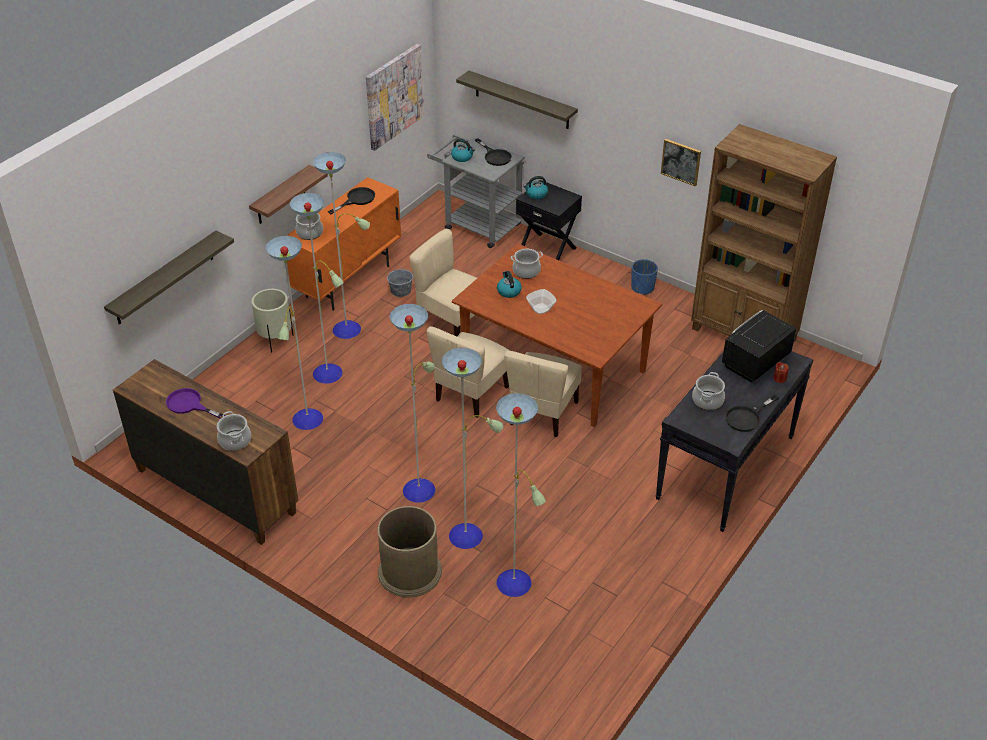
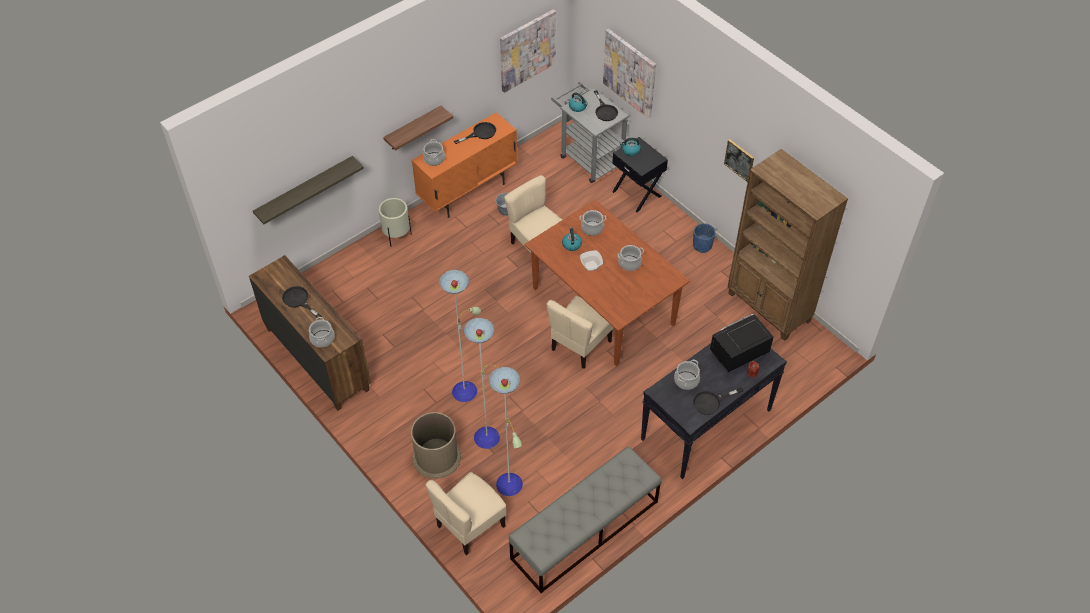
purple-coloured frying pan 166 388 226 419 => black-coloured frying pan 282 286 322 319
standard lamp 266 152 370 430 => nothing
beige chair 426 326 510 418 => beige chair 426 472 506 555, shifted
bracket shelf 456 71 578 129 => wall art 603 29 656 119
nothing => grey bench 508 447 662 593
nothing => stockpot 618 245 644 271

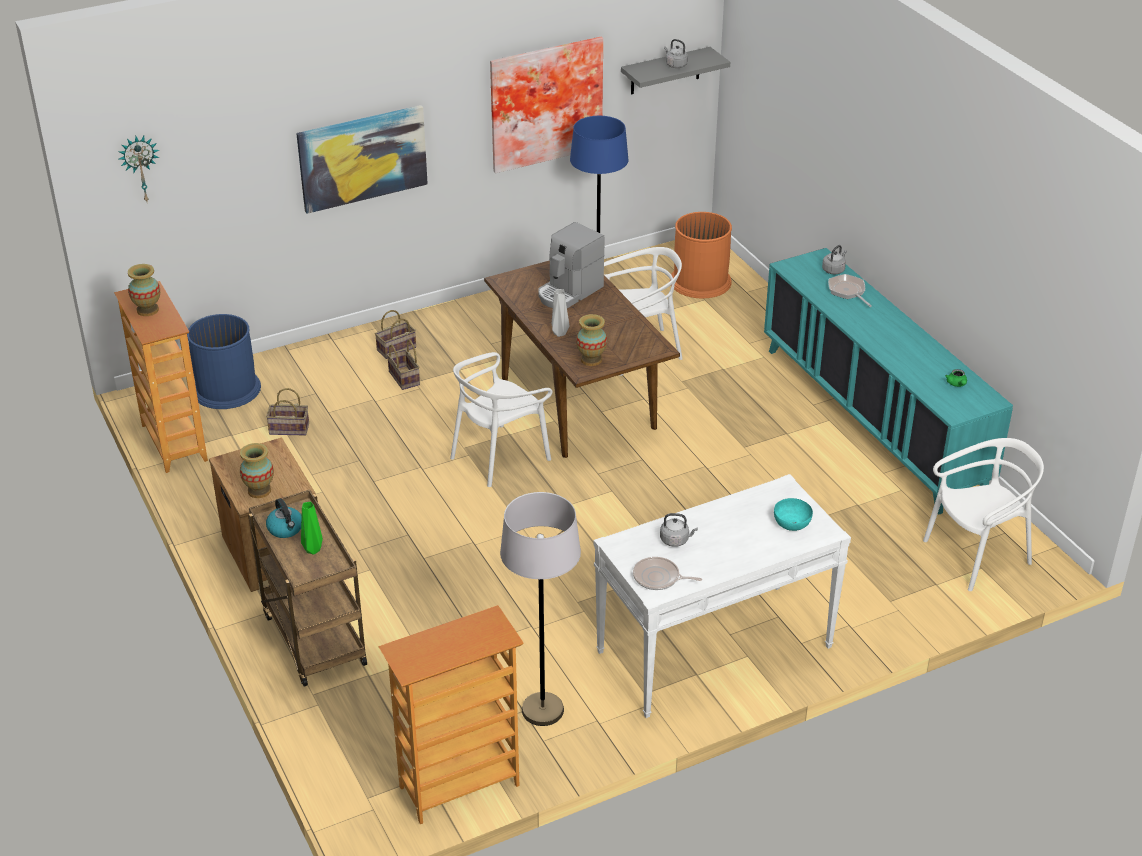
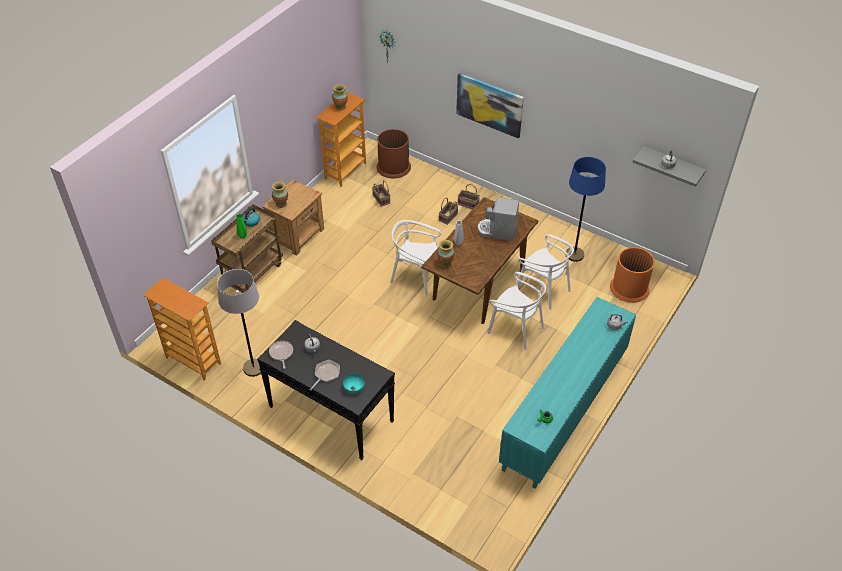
blue-coloured waste bin 187 314 261 409 => brownish waste bin 377 129 411 178
wall art 490 37 603 173 => nothing
whitish hall table 593 474 851 718 => black-coloured hall table 257 320 395 460
frying pan 828 274 872 307 => frying pan 309 360 340 391, shifted
whitish chair 923 438 1044 591 => whitish chair 487 272 546 350, shifted

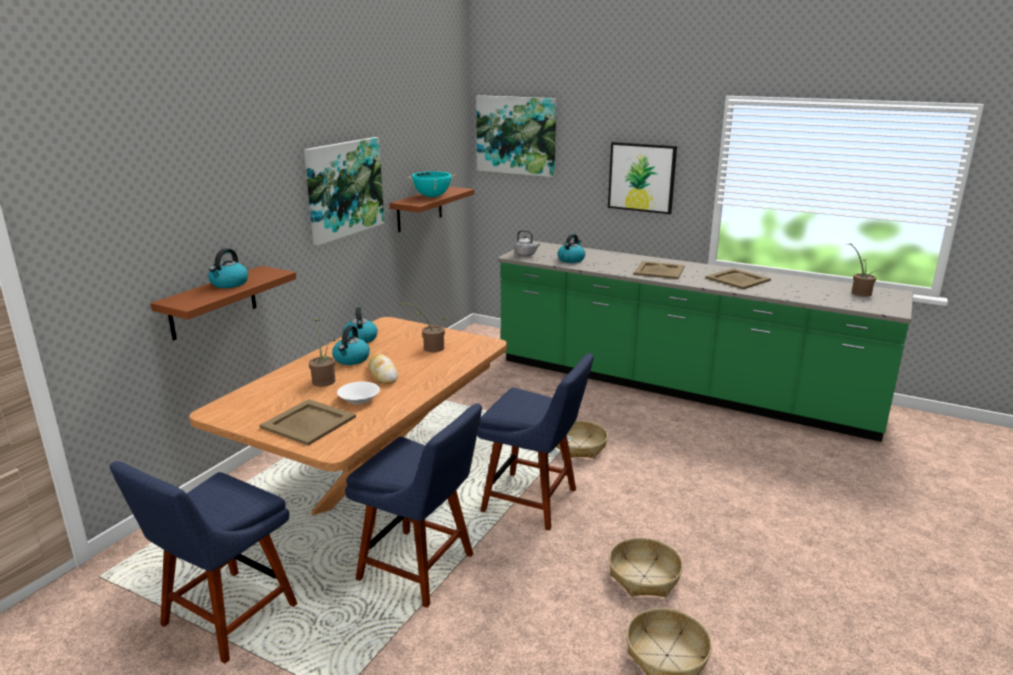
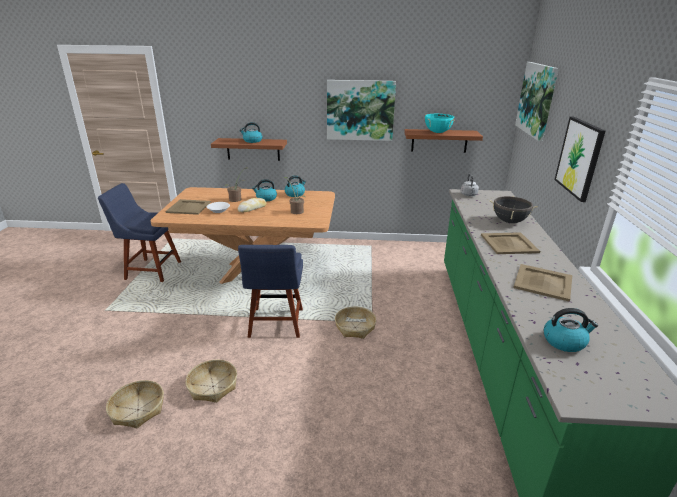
blue-coloured chair 345 403 482 608 => nothing
kettle 558 234 585 263 => kettle 544 308 598 352, shifted
potted plant 849 244 883 297 => nothing
nothing => black-coloured stockpot 489 196 538 223

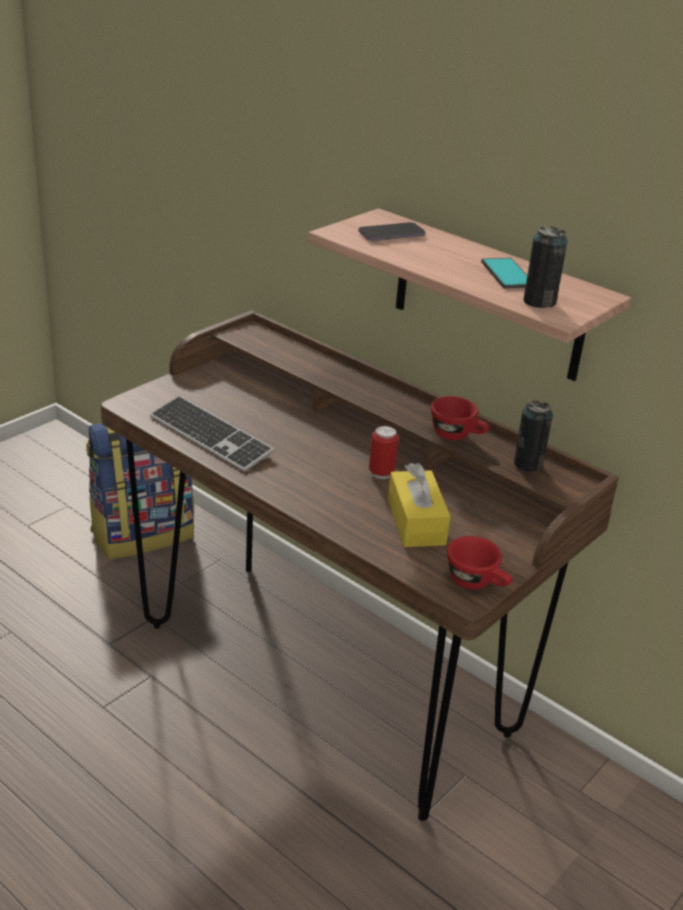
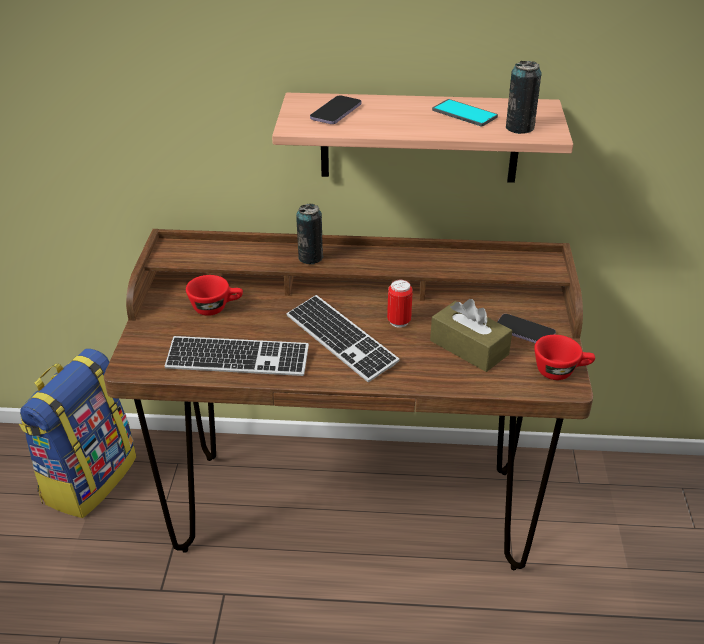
yellow tissue box 388 463 451 547 => brownish tissue box 430 299 512 372
reddish small cup 431 396 490 440 => reddish small cup 186 275 243 316, shifted
metal can 514 400 553 472 => metal can 296 204 323 264, shifted
nothing => keyboard 286 295 400 382
nothing => phone 497 314 556 343

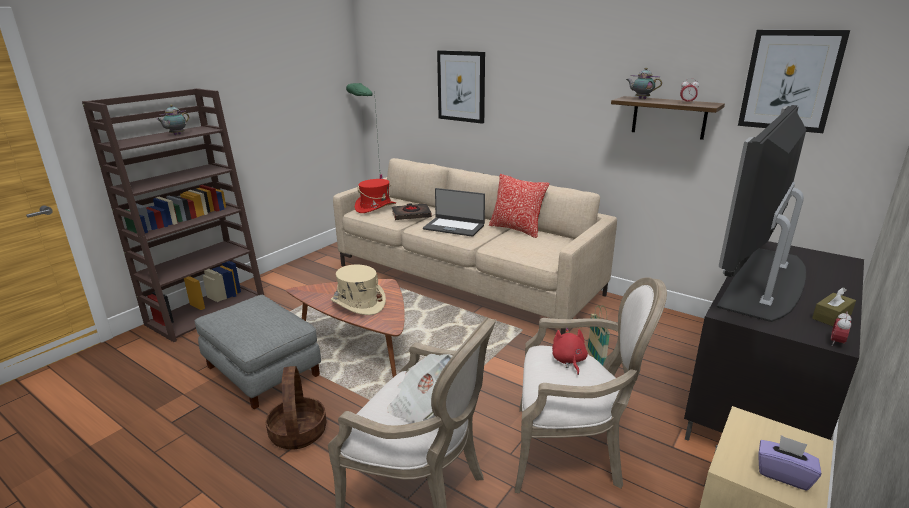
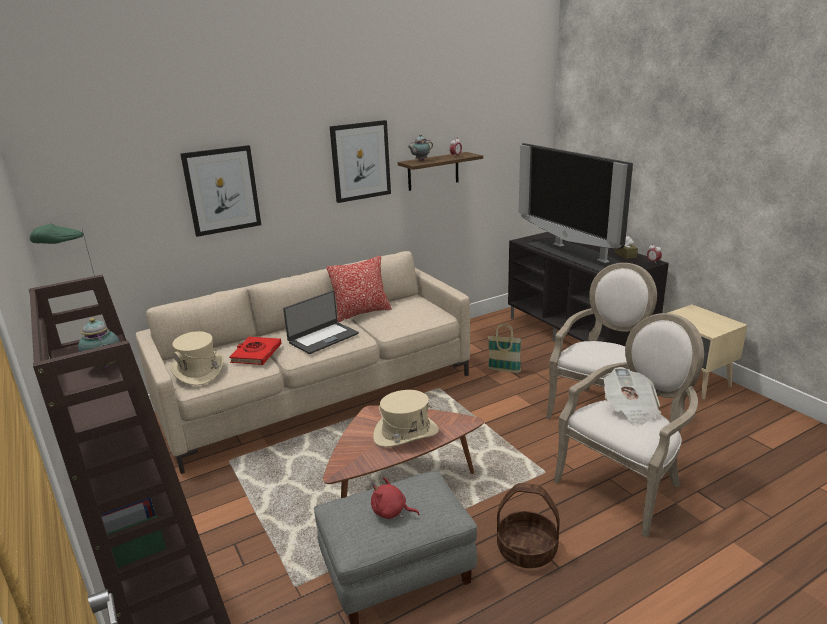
reddish wearable hat 355 179 396 213 => beige wearable hat 169 331 224 385
black-coloured volume 392 203 432 220 => reddish volume 229 337 282 365
reddish soft toy 552 327 588 375 => reddish soft toy 371 477 420 519, shifted
wall art 738 30 850 133 => wall art 330 120 391 203, shifted
purple-coloured tissue box 758 435 821 490 => nothing

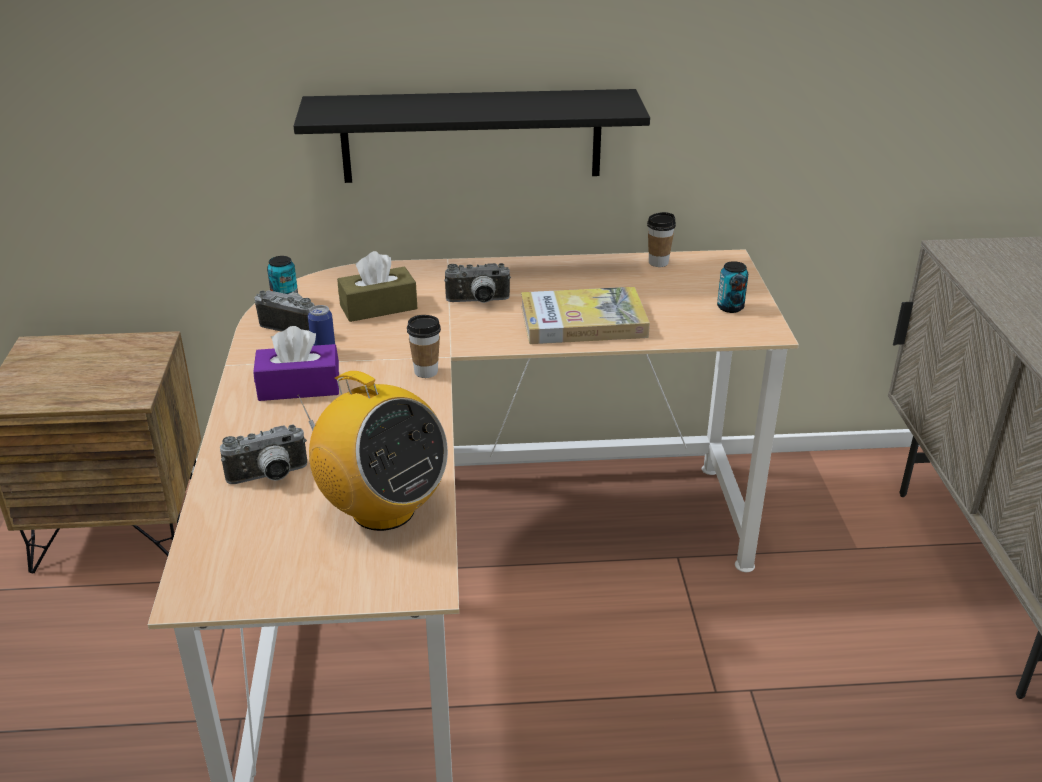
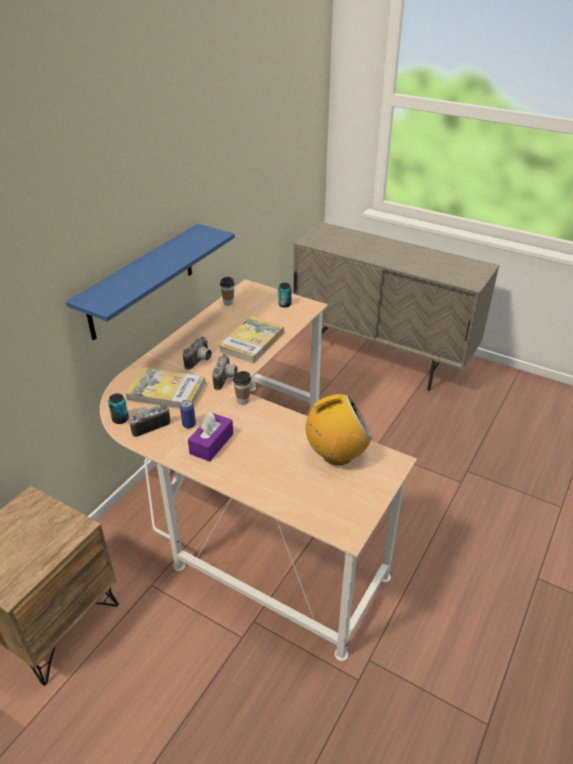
still camera 220 424 307 484 => still camera 212 354 237 390, shifted
black-coloured bracket shelf 294 89 650 183 => blue-coloured bracket shelf 66 224 235 340
brownish tissue box 337 251 417 322 => volume 125 368 206 409

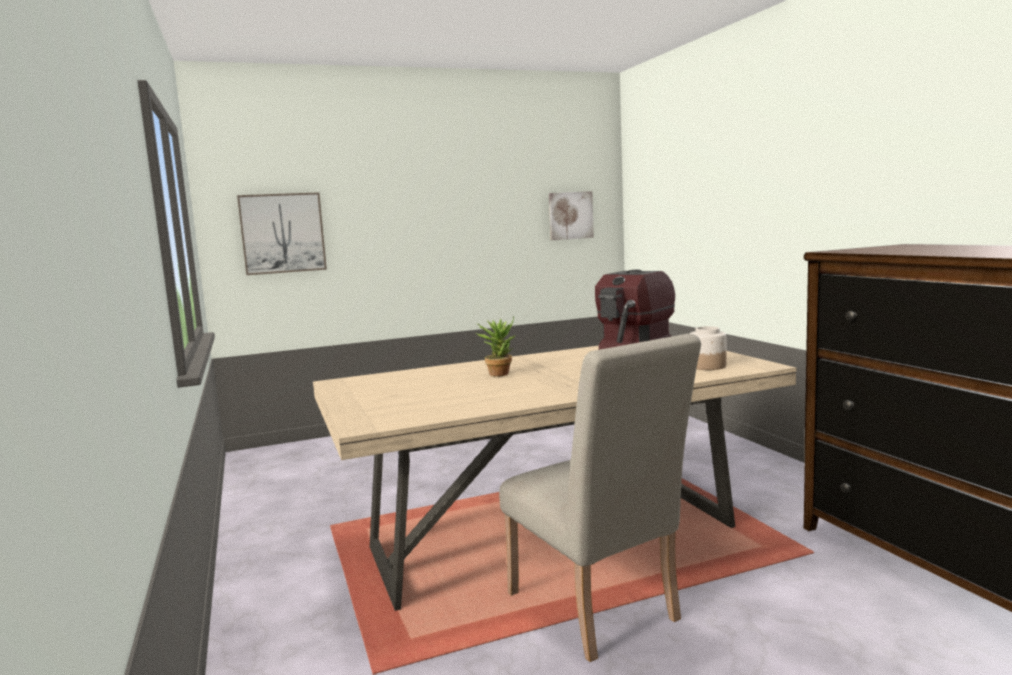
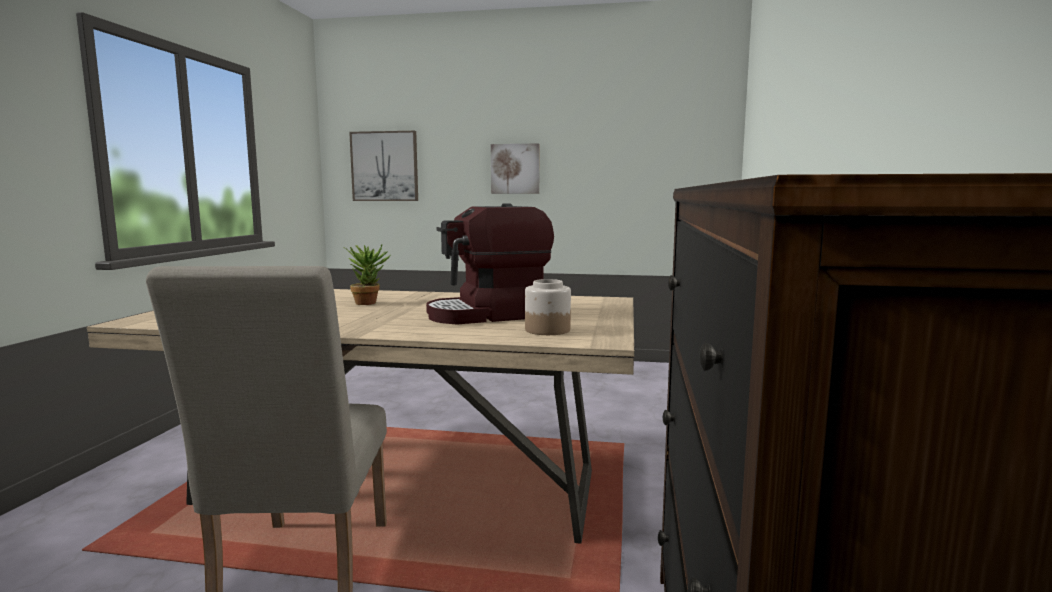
wall art 549 191 594 240 => wall art 491 143 540 194, shifted

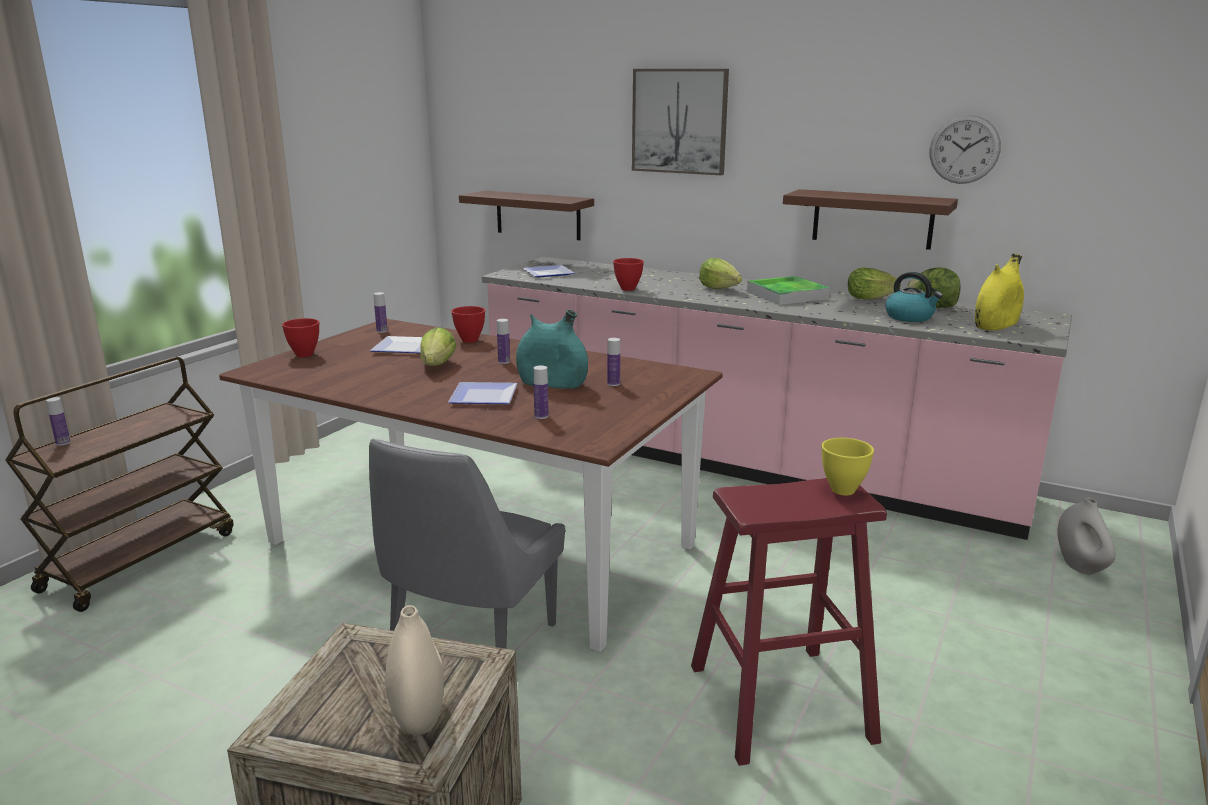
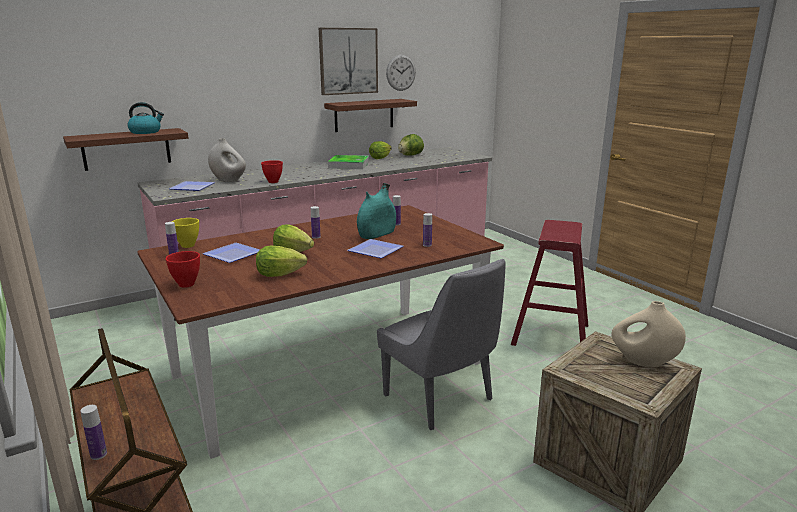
reddish bowl 451 306 485 343 => nothing
wall art 632 69 729 175 => wall art 319 28 378 95, shifted
lettuce head 699 258 742 289 => lettuce head 256 246 307 277, shifted
yellow bowl 822 438 874 495 => yellow bowl 172 218 199 248, shifted
kettle 885 272 943 322 => kettle 127 102 164 134, shifted
yellow vase 975 254 1024 331 => nothing
whitish vase 1057 497 1116 575 => whitish vase 208 138 246 182, shifted

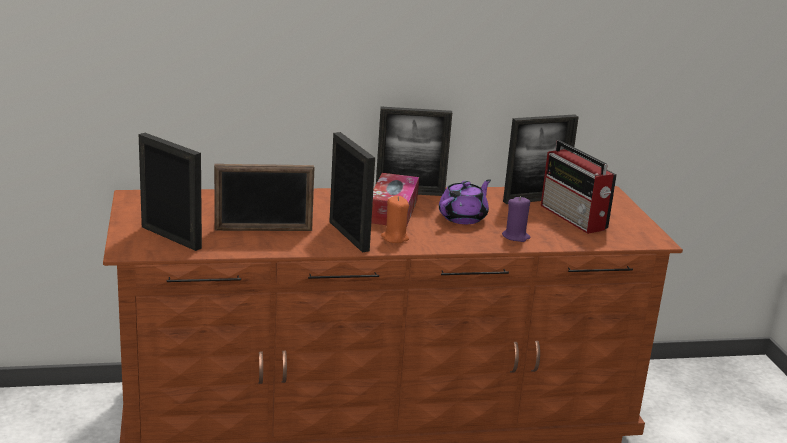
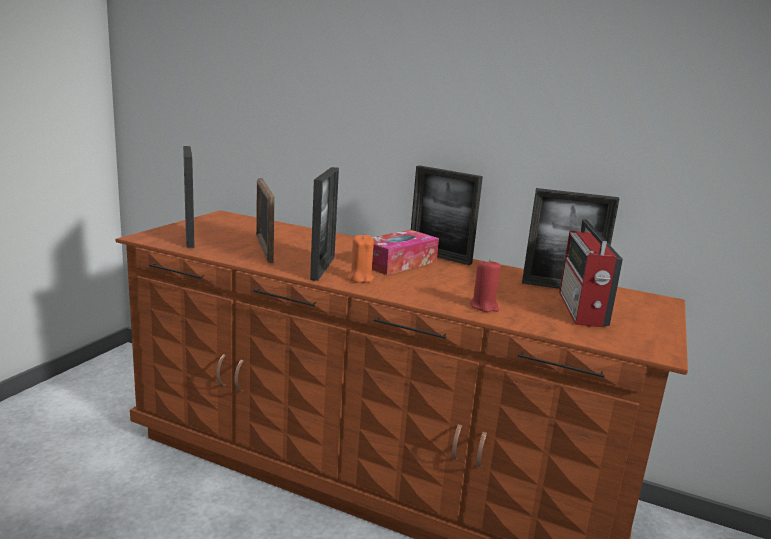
standing frame 214 164 315 231 => standing frame 256 178 275 263, 45 degrees clockwise
purple-coloured teapot 439 179 491 224 => nothing
purple-coloured candle 502 196 531 242 => reddish candle 470 259 501 312

